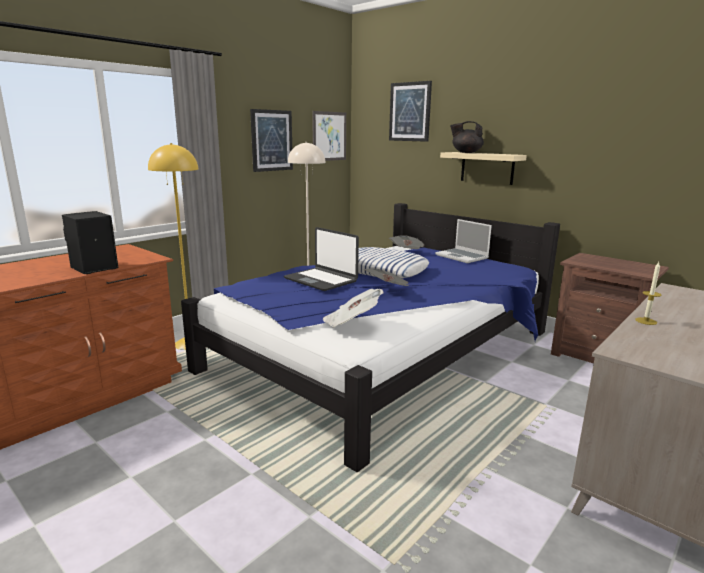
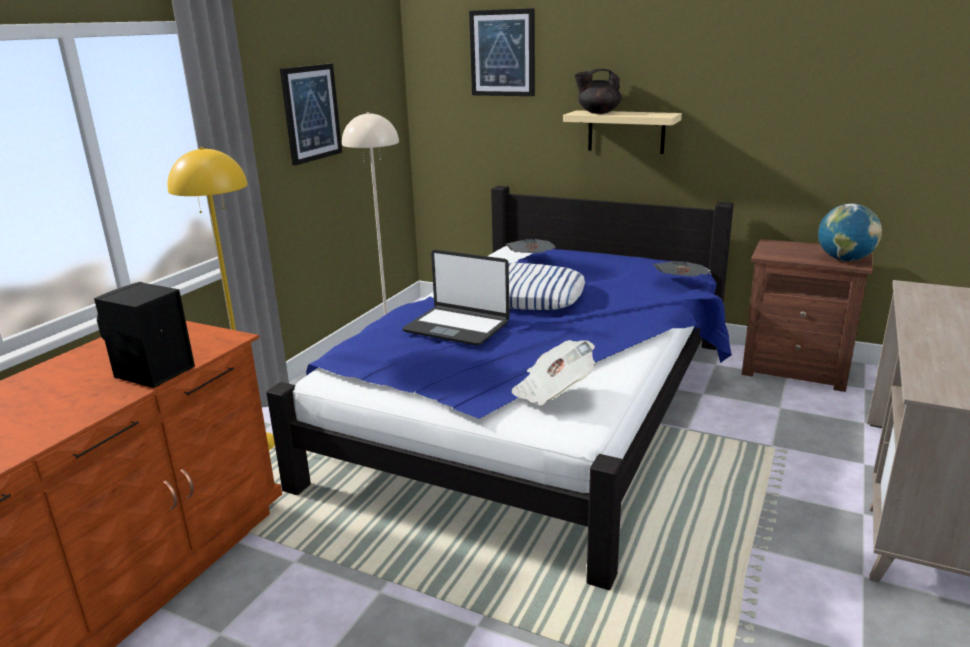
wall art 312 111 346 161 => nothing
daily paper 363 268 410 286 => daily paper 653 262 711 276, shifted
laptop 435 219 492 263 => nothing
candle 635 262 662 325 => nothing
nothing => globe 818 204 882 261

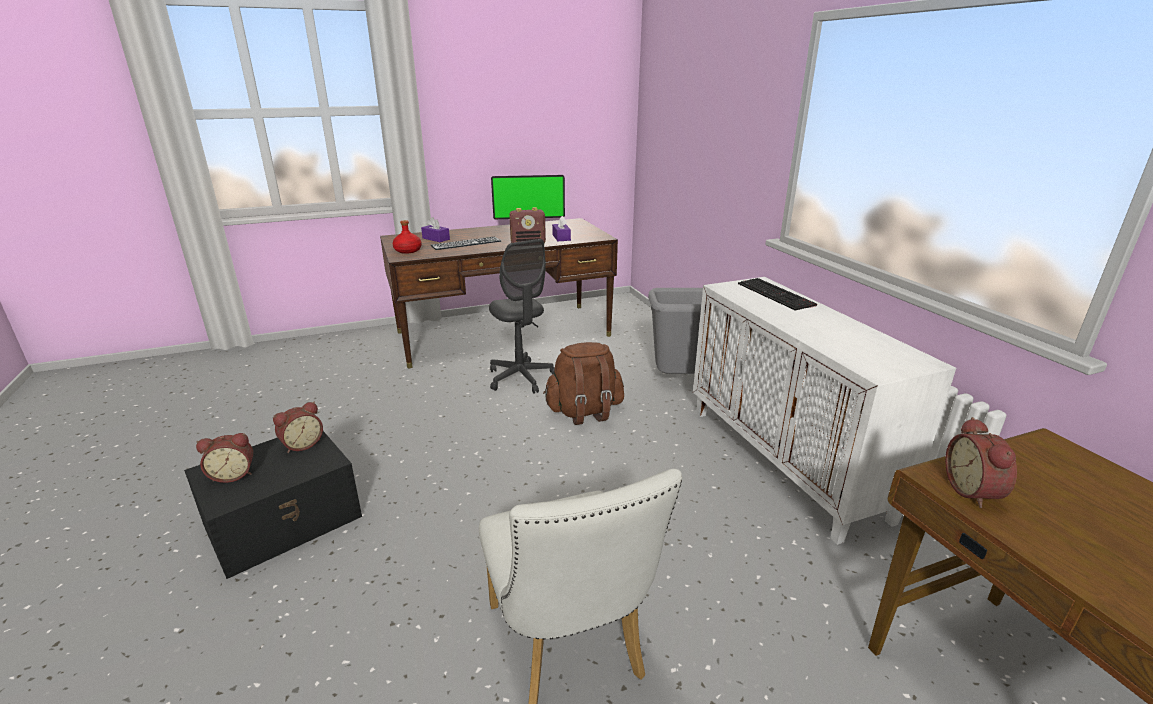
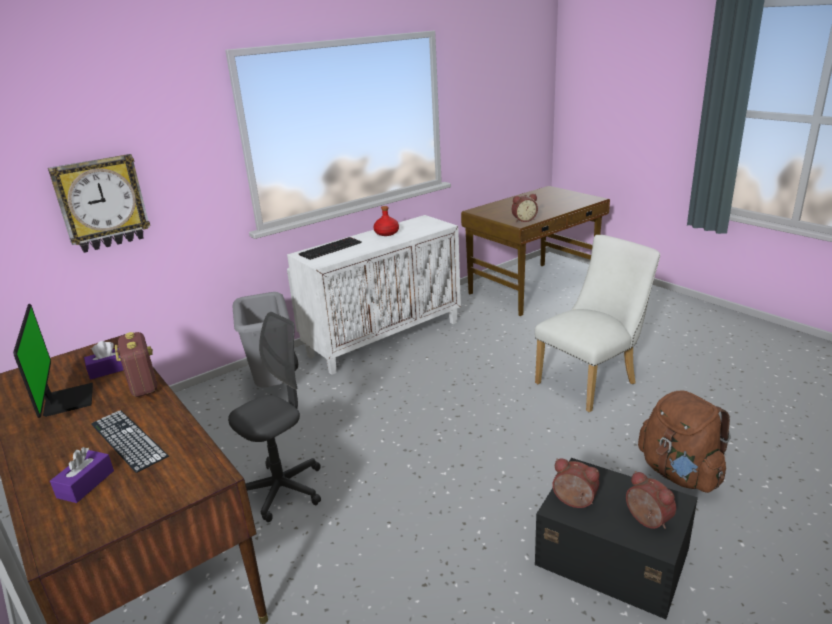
reddish drink bottle 393 220 422 254 => reddish drink bottle 373 206 399 236, shifted
brownish backpack 543 342 624 425 => brownish backpack 638 390 731 493, shifted
nothing => hanging clock 48 154 150 253

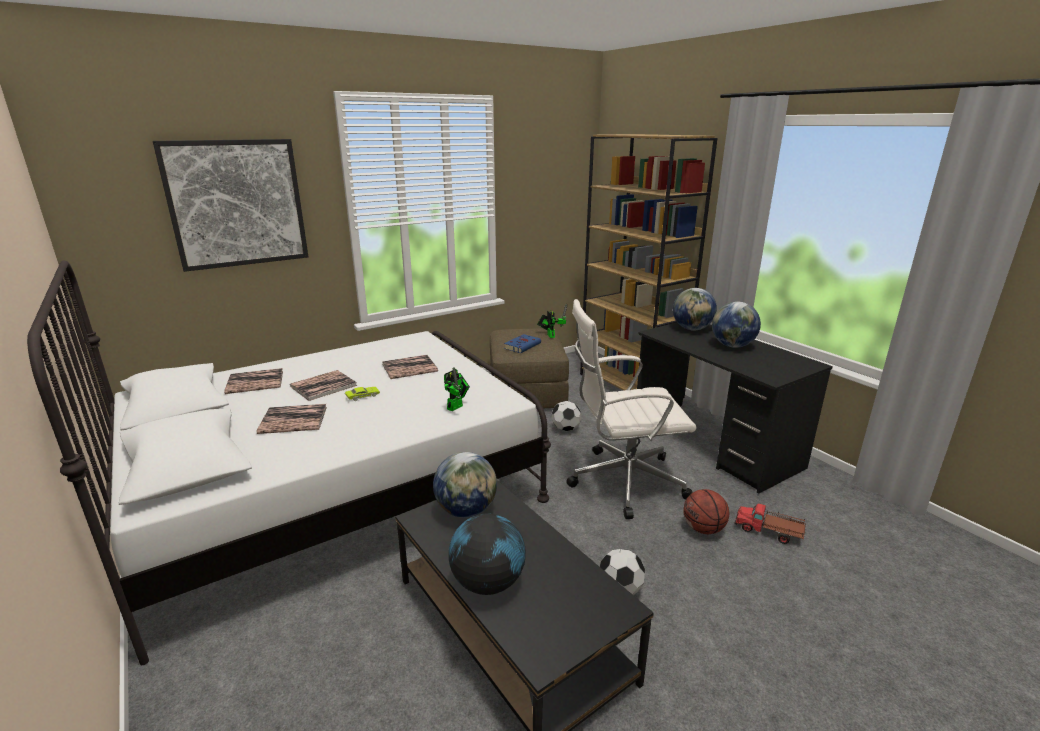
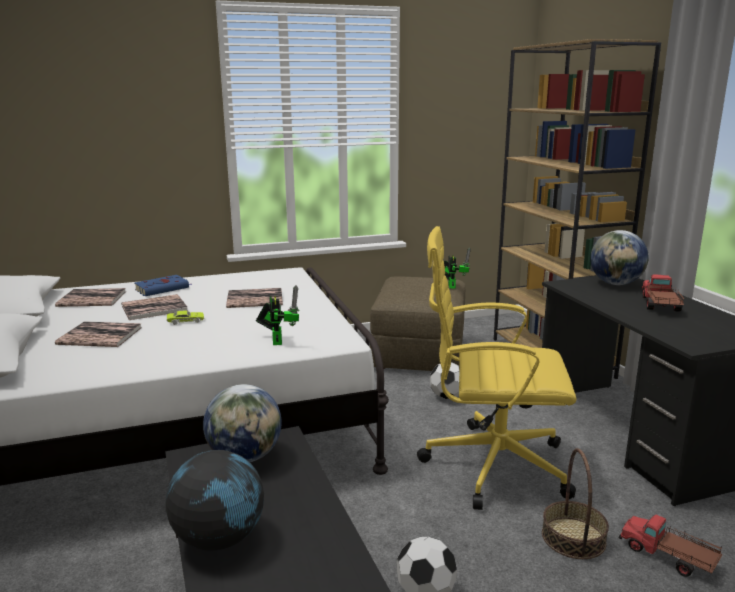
wall art 153 139 308 272 => nothing
robot figure 444 367 470 411 => robot figure 256 285 300 345, 60 degrees counterclockwise
blue-coloured volume 504 334 541 353 => blue-coloured volume 135 275 192 296, shifted
whitish office chair 566 299 697 519 => yellow office chair 417 226 577 510
basketball ball 683 489 729 534 => storage basket 542 448 609 559
globe 712 301 761 348 => toy truck 641 274 684 312

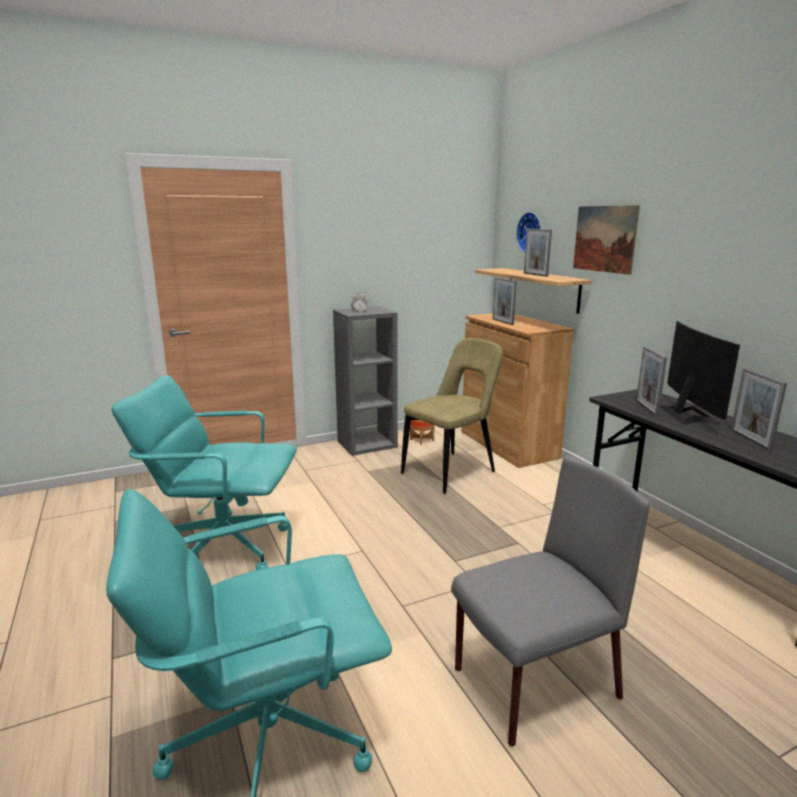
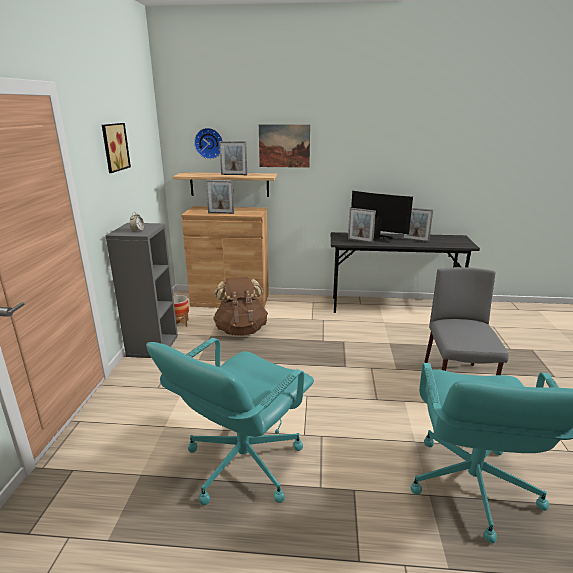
beige chair 401 338 503 494 => brownish backpack 213 277 268 336
nothing => wall art 102 123 131 173

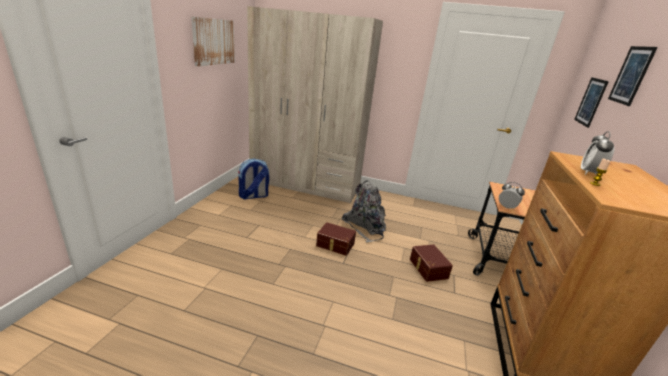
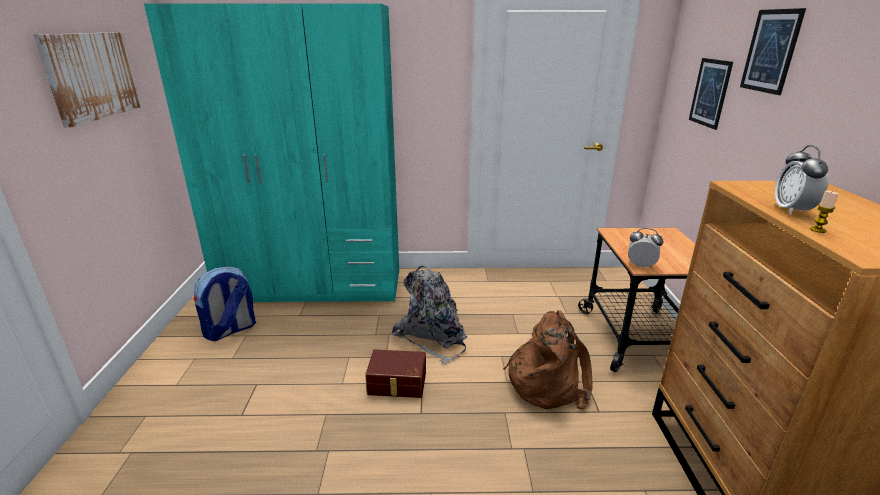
beige wardrobe 247 6 383 203 => turquoise wardrobe 144 3 399 302
brownish storage bin 410 245 453 282 => brownish backpack 503 310 593 410

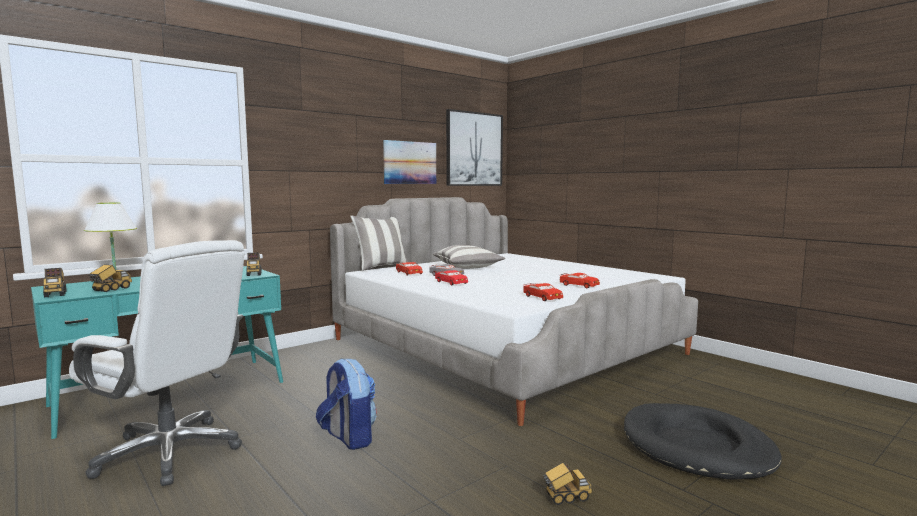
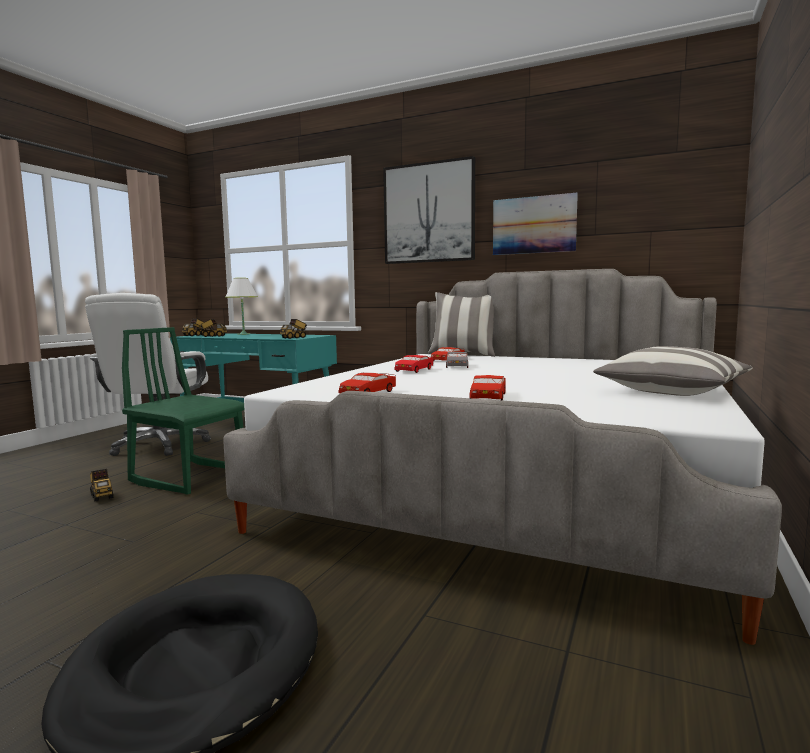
backpack 316 358 376 450 => green chair 122 327 244 495
cushion 432 245 505 269 => cushion 594 346 753 396, shifted
wall art 446 109 503 186 => wall art 383 156 475 264, shifted
toy truck 543 462 592 505 => toy truck 90 469 113 502, shifted

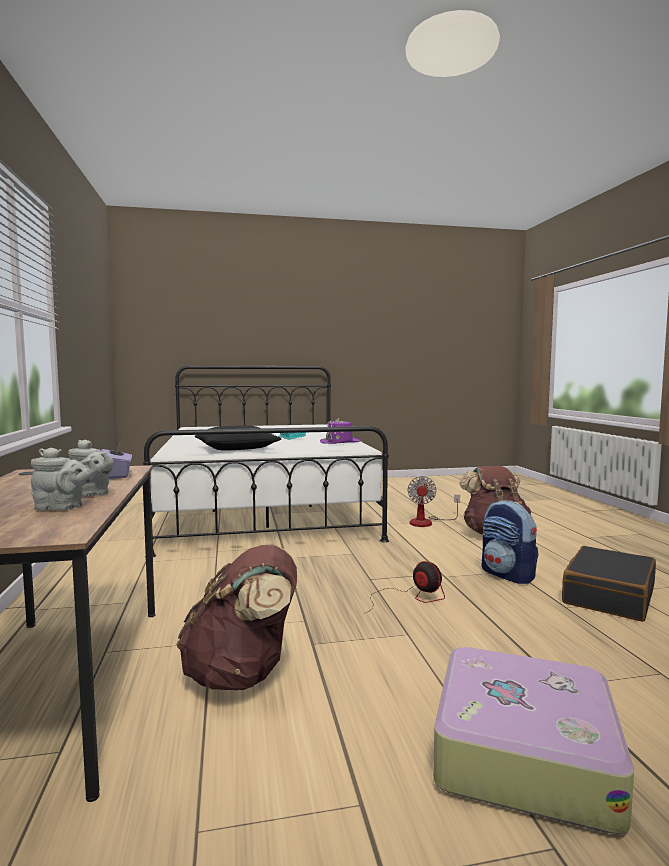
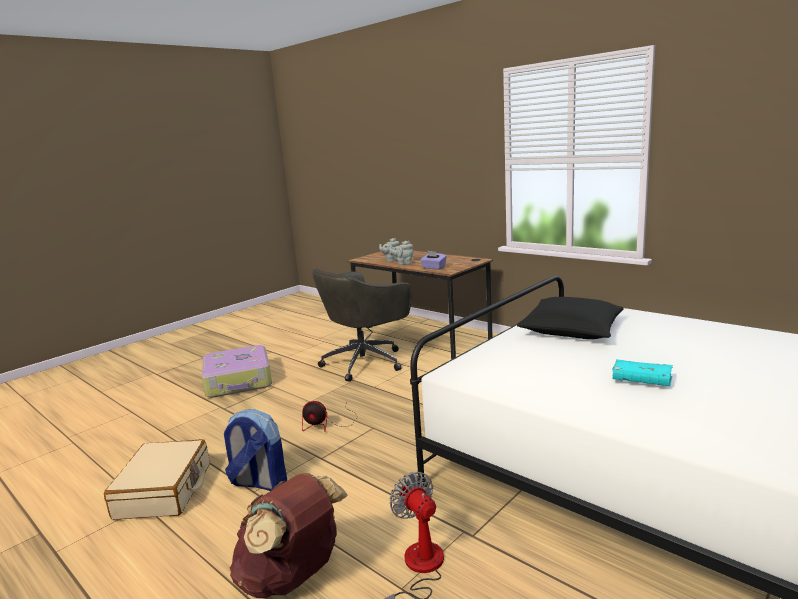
brownish backpack 176 545 297 690 => grey office chair 312 268 412 382
purple-coloured wearable hat 320 418 361 444 => nothing
black-coloured suitcase 562 546 656 622 => beige suitcase 104 439 210 520

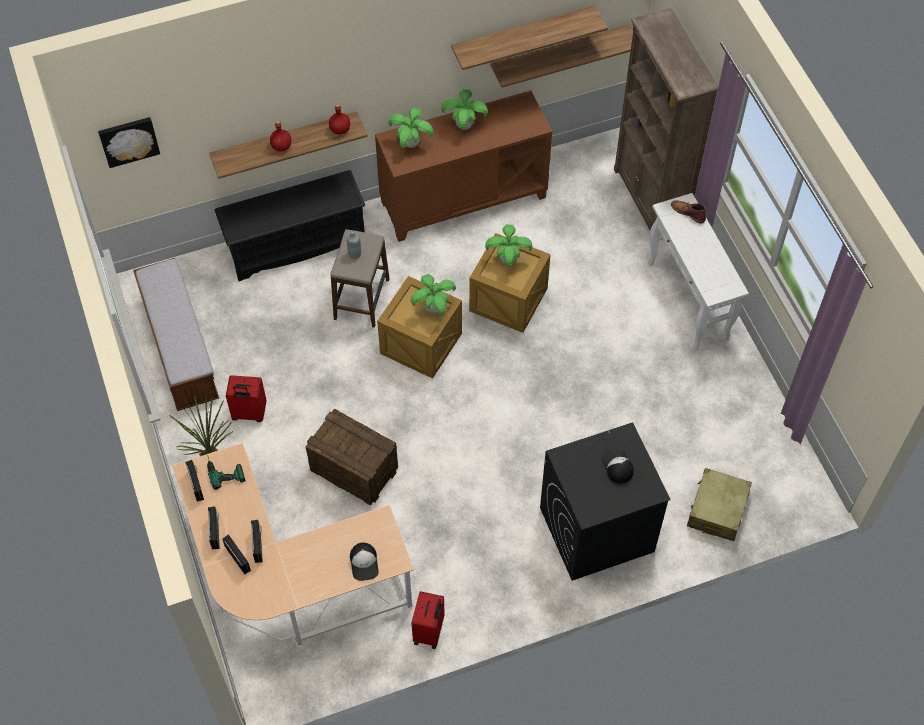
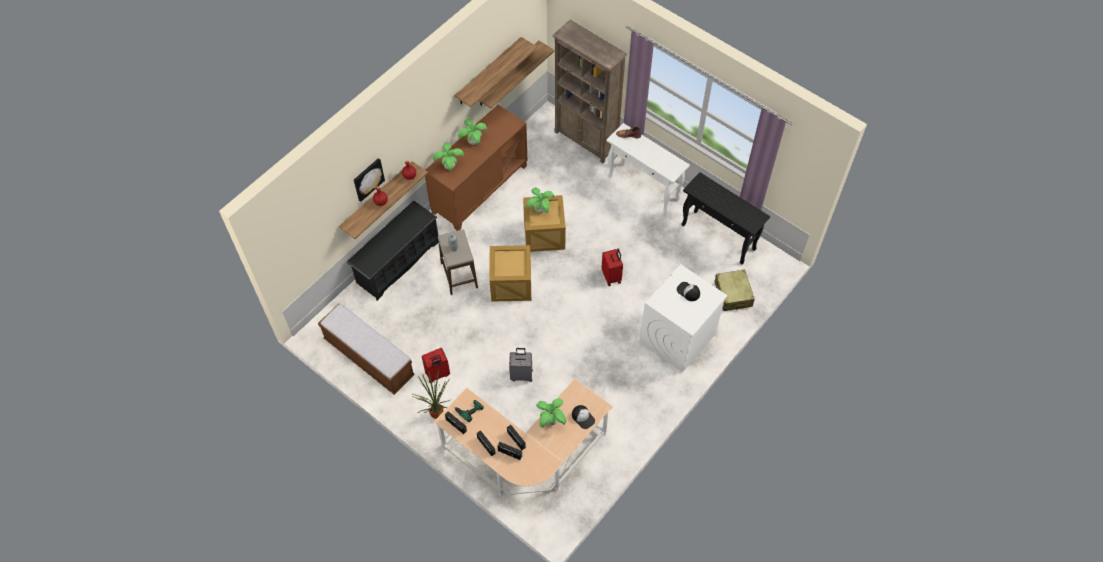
wall art 98 117 160 168 => wall art 354 158 385 202, shifted
shipping crate 305 408 398 506 => grey suitcase 509 348 533 382
potted plant 411 274 456 315 => potted plant 536 398 566 428, shifted
reddish suitcase 412 591 445 649 => reddish suitcase 602 249 623 286, shifted
black-coloured laundry machine 540 422 671 581 => whitish laundry machine 639 264 728 373
nothing => black-coloured hall table 681 172 770 265

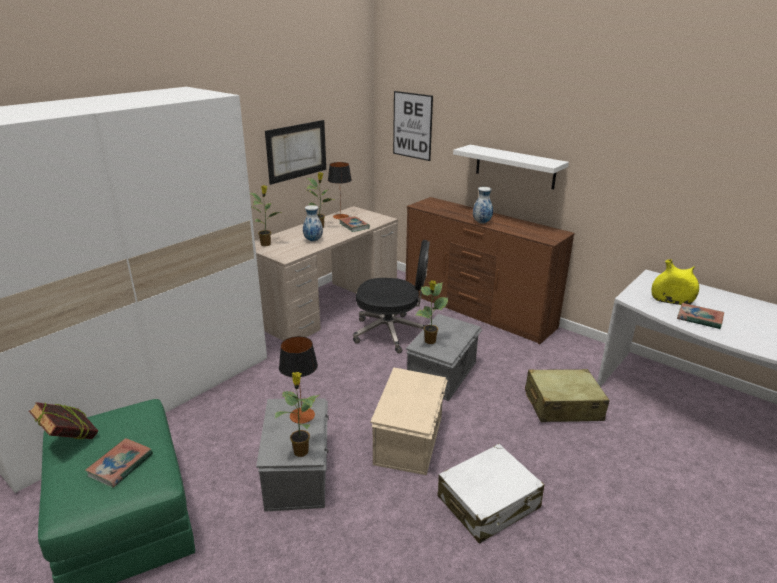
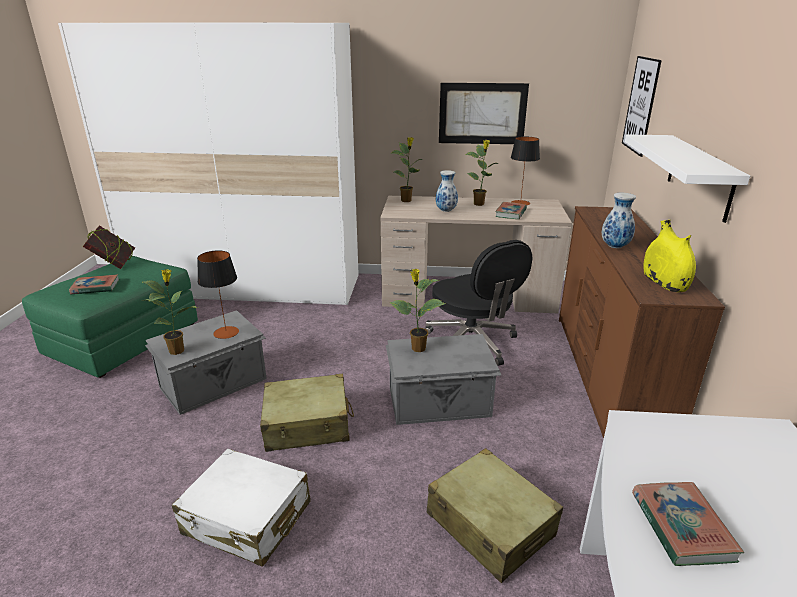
beige storage bin 370 367 448 475 => beige suitcase 260 374 354 452
yellow vase 652 259 699 305 => yellow vase 643 220 696 292, shifted

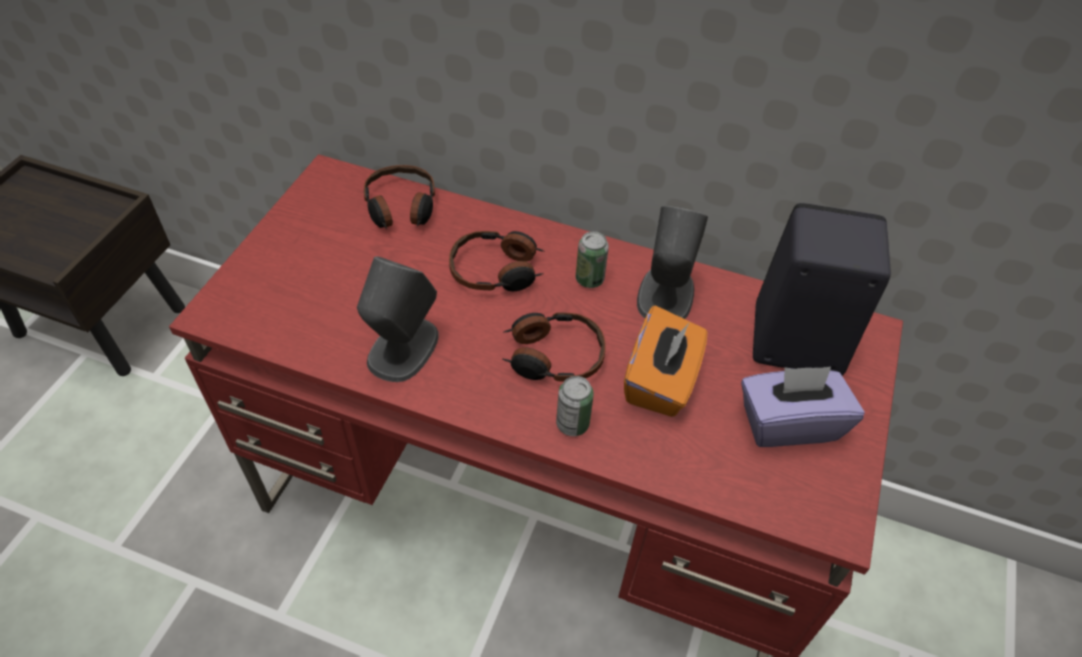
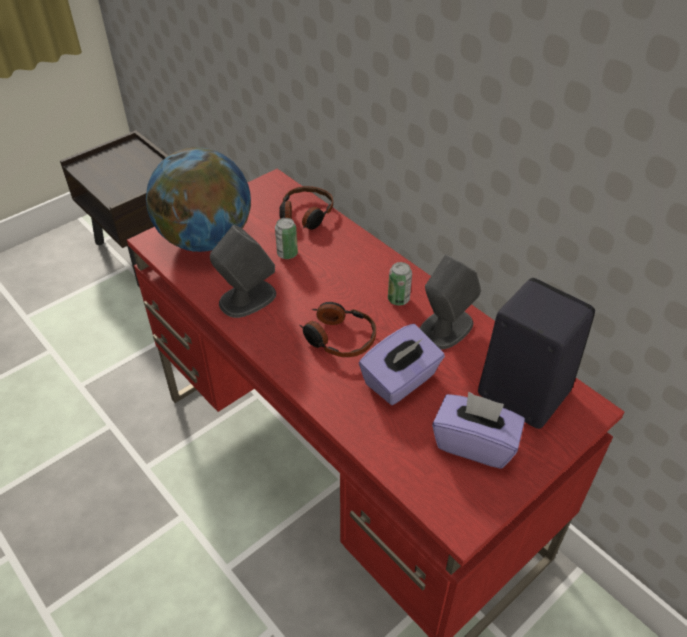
headset 449 231 544 291 => nothing
metal can 556 376 594 436 => metal can 275 218 298 259, shifted
orangey tissue box 624 305 708 417 => purple-coloured tissue box 359 324 445 405
nothing => globe 146 147 251 252

